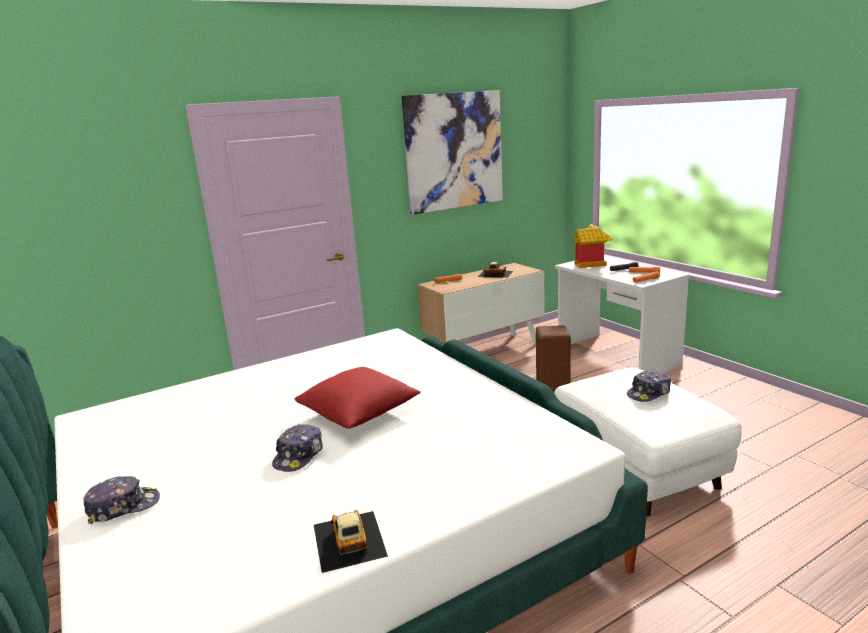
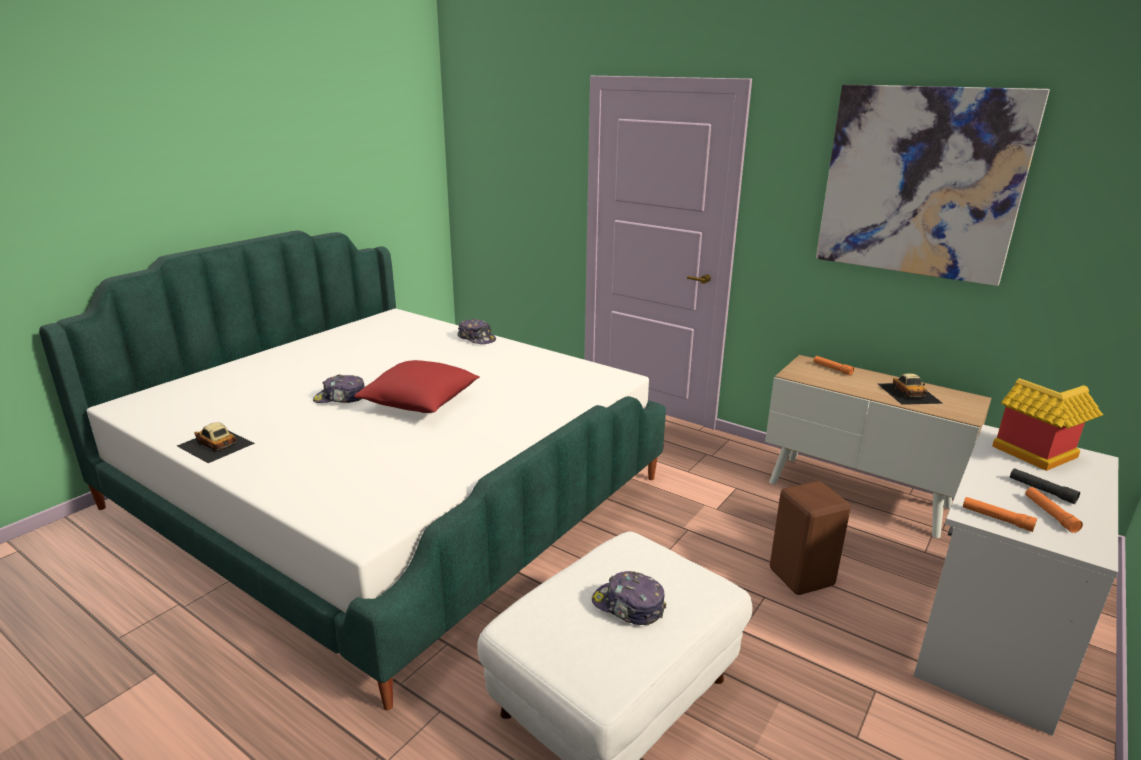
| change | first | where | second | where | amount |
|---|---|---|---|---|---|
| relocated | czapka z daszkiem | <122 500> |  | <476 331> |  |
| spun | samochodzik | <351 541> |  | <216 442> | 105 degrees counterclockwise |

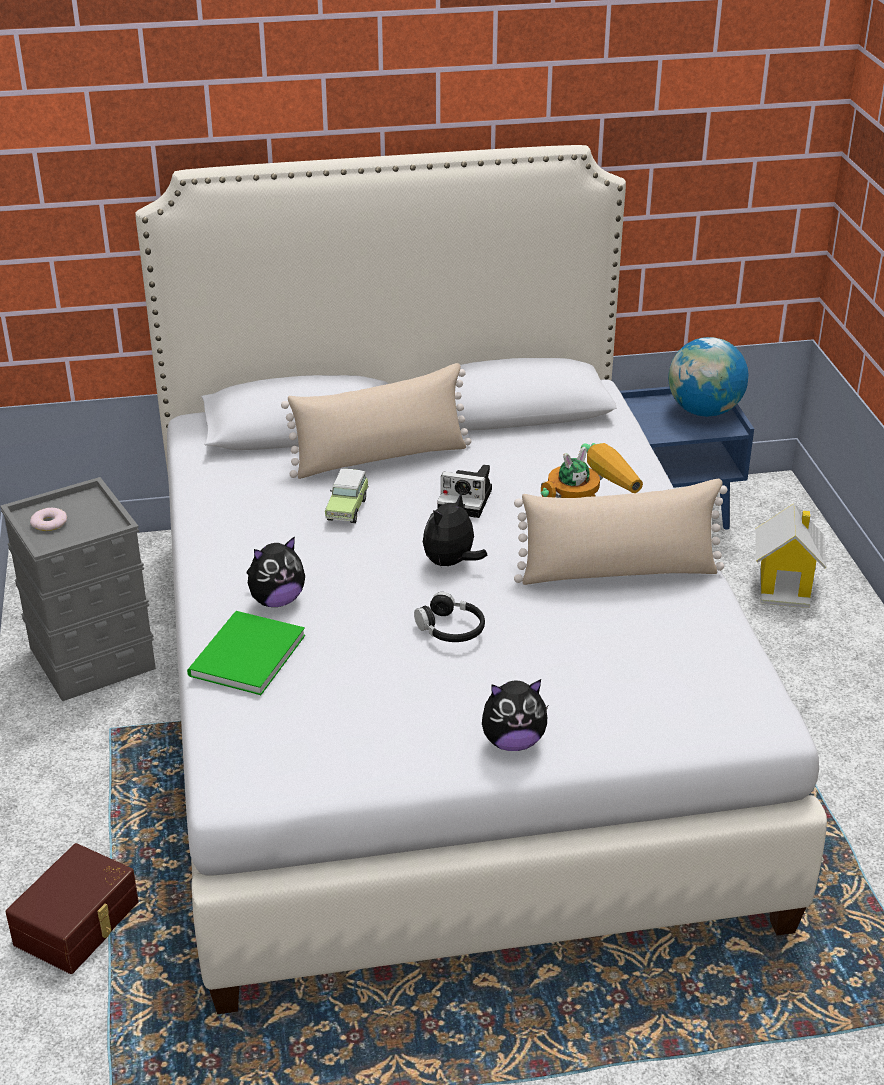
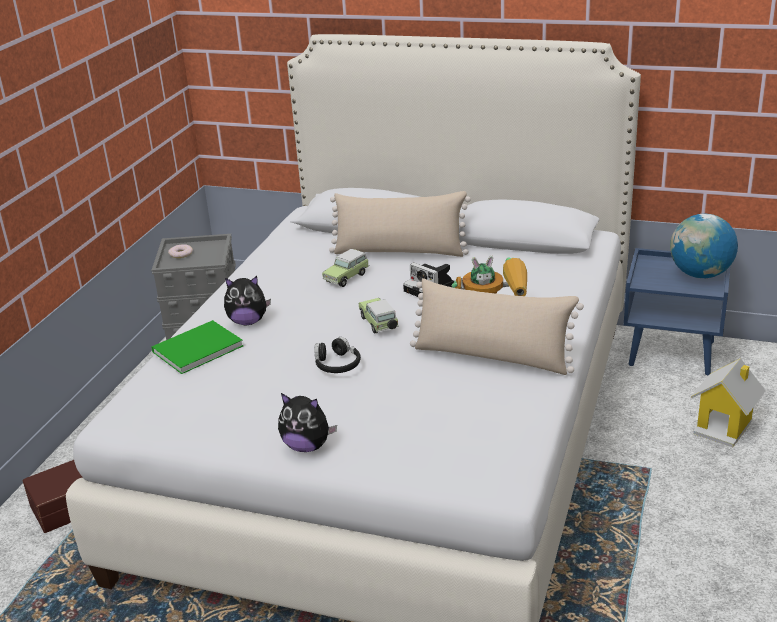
| change | first | where | second | where | amount |
|---|---|---|---|---|---|
| exchanged | pluszak | <455 529> | samochodzik | <379 316> |  |

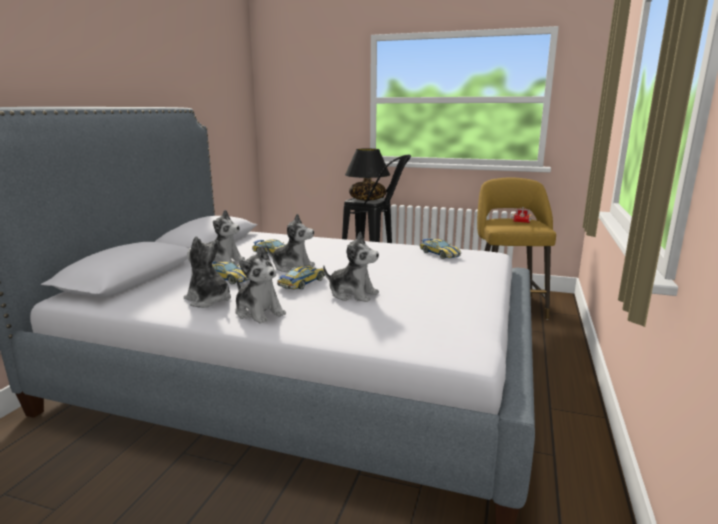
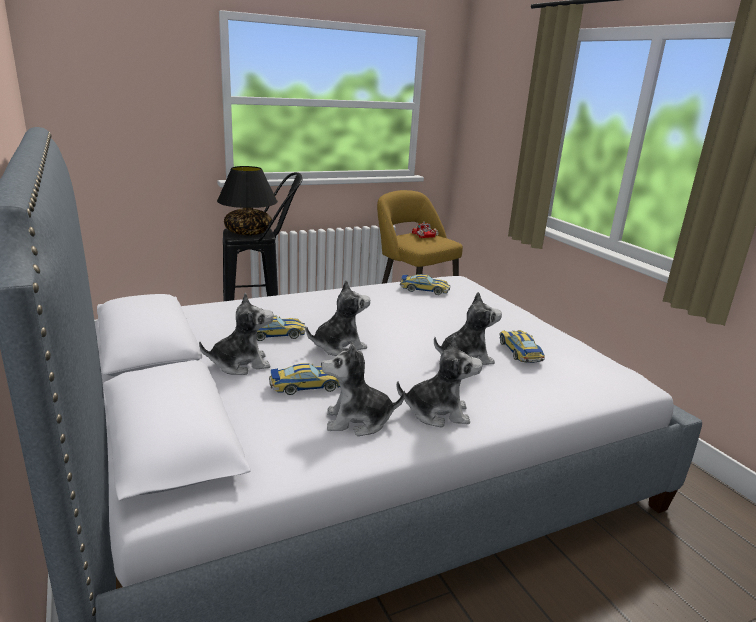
| change | first | where | second | where | amount |
|---|---|---|---|---|---|
| relocated | samochodzik | <301 277> |  | <522 346> |  |

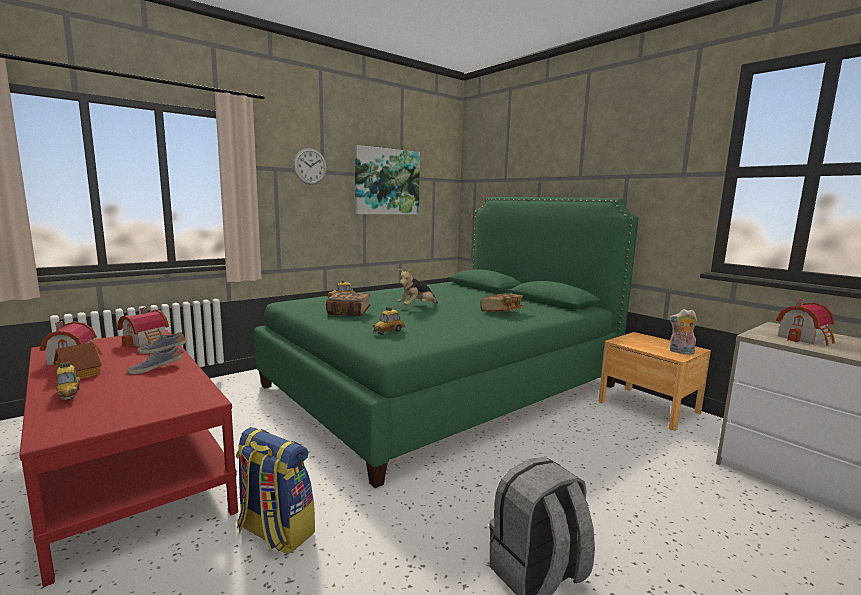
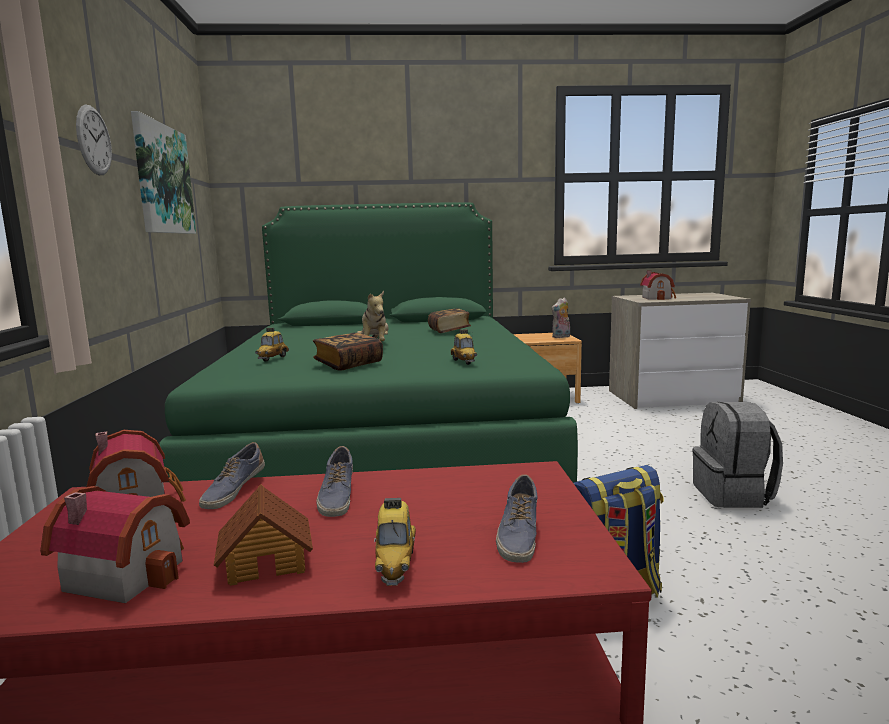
| change | first | where | second | where | amount |
|---|---|---|---|---|---|
| spun | samochodzik | <67 381> |  | <395 542> | 90 degrees clockwise |
| appeared |  |  | but | <516 518> |  |

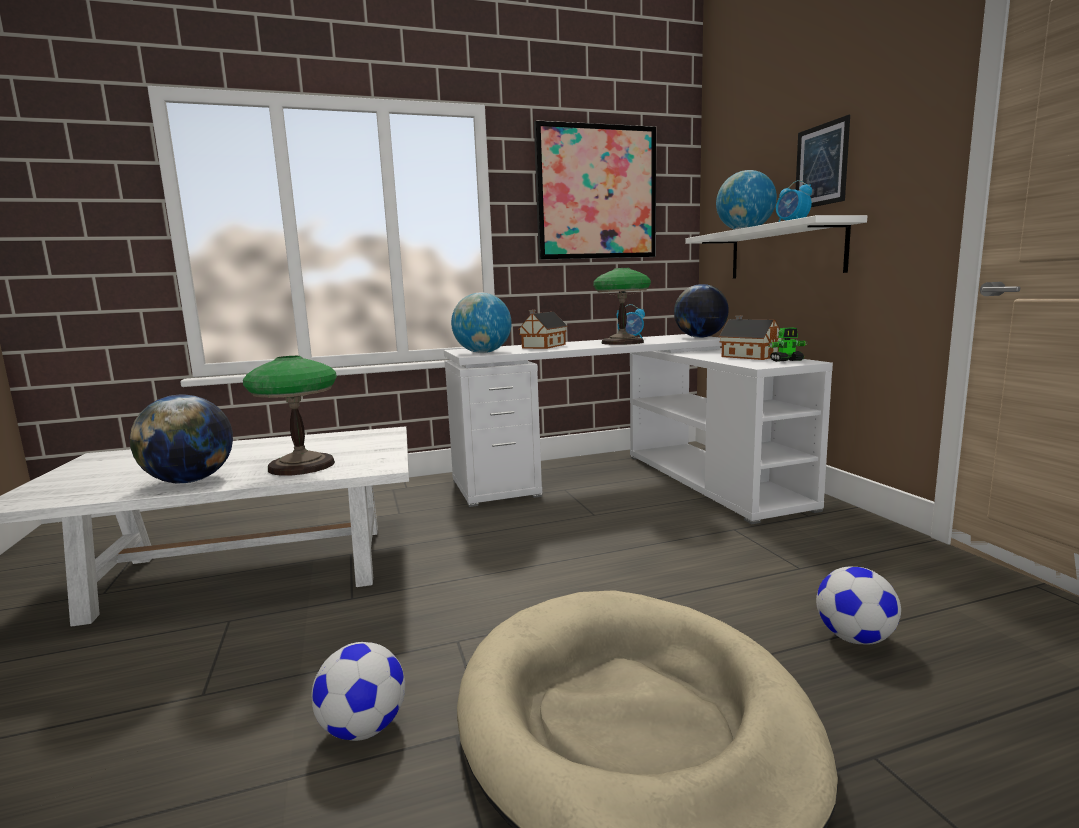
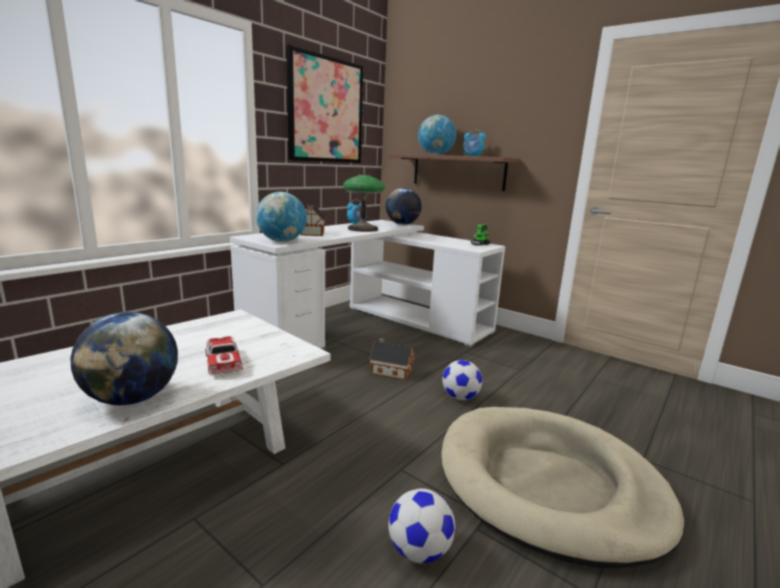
| change | first | where | second | where | amount |
|---|---|---|---|---|---|
| missing | obraz | <823 161> |  |  |  |
| colour | półka (biały) | <776 247> | półka (brązowy) | <454 172> |  |
| relocated | domek | <750 337> |  | <392 359> |  |
| exchanged | lampa stołowa | <290 416> | samochodzik | <224 355> |  |
| relocated | piłka futbolowa | <858 606> |  | <462 380> |  |

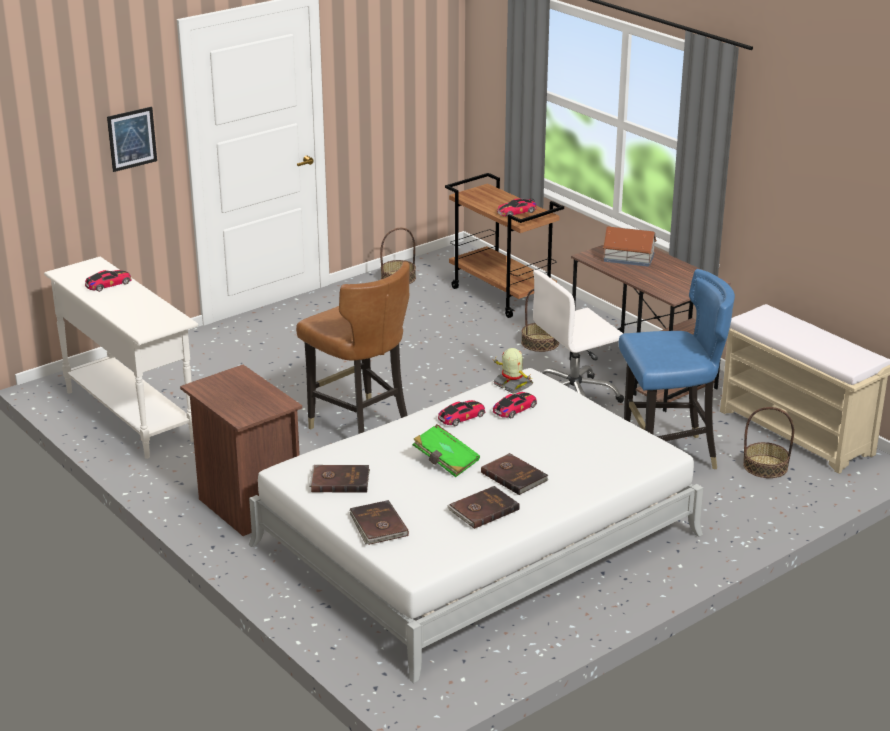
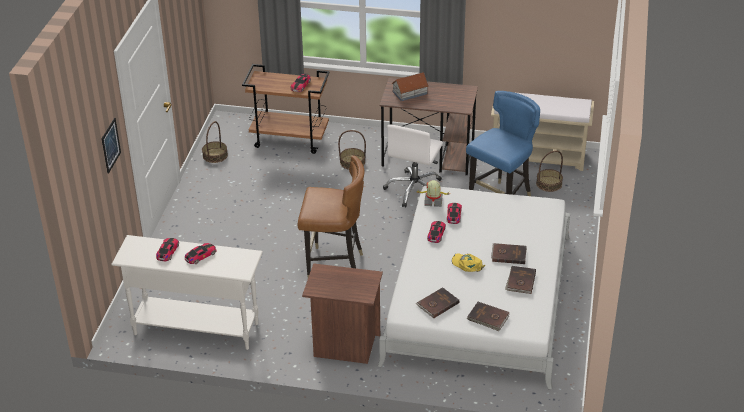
| change | first | where | second | where | amount |
|---|---|---|---|---|---|
| exchanged | książka (zielony) | <446 450> | czapka z daszkiem (żółty) | <468 262> |  |
| appeared |  |  | samochodzik | <200 253> |  |

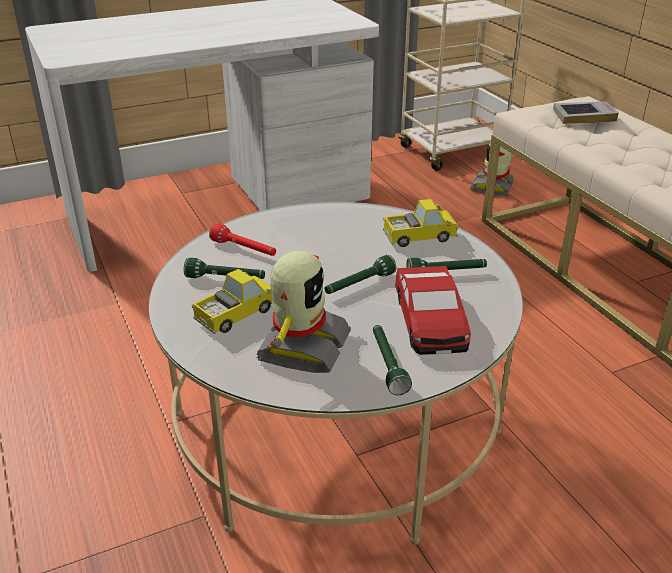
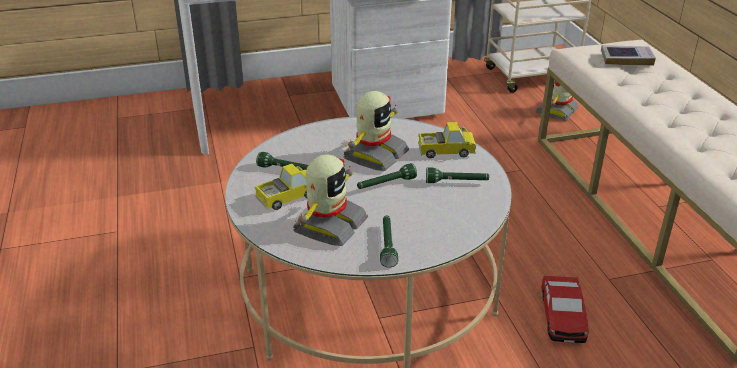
| change | first | where | second | where | amount |
|---|---|---|---|---|---|
| missing | latarka (czerwony) | <242 239> |  |  |  |
| relocated | samochodzik | <433 310> |  | <565 309> |  |
| appeared |  |  | robot zabawkowy | <376 131> |  |

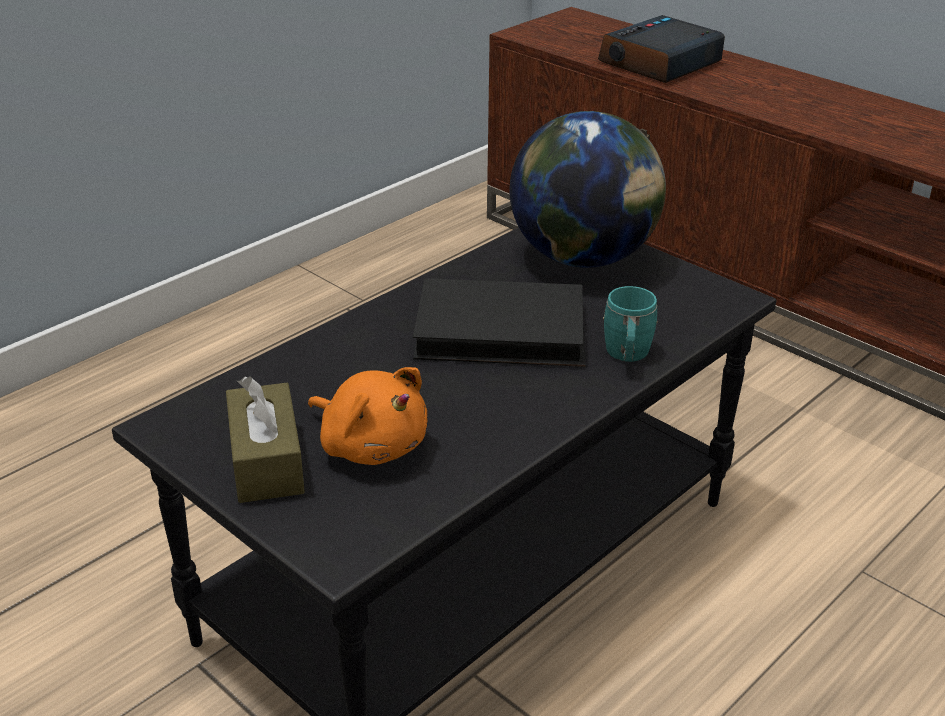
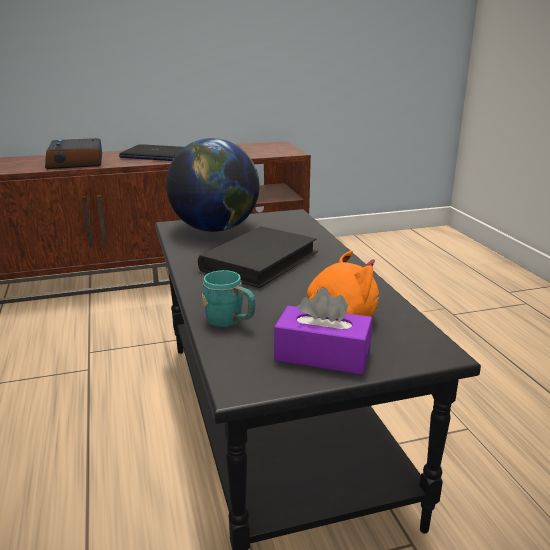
| change | first | where | second | where | amount |
|---|---|---|---|---|---|
| relocated | kubek (turkusowy) | <630 324> |  | <228 298> |  |
| colour | pudełko chusteczek (brązowy) | <265 440> | pudełko chusteczek (fioletowy) | <323 331> |  |
| appeared |  |  | laptop | <151 152> |  |

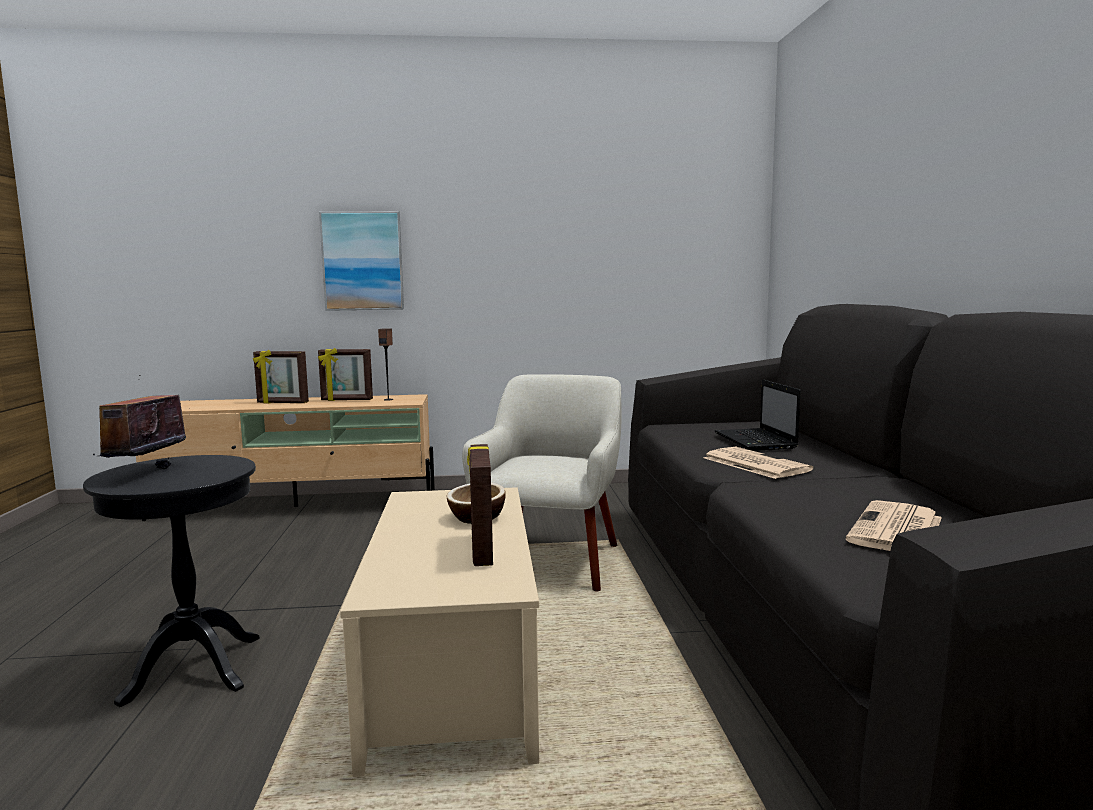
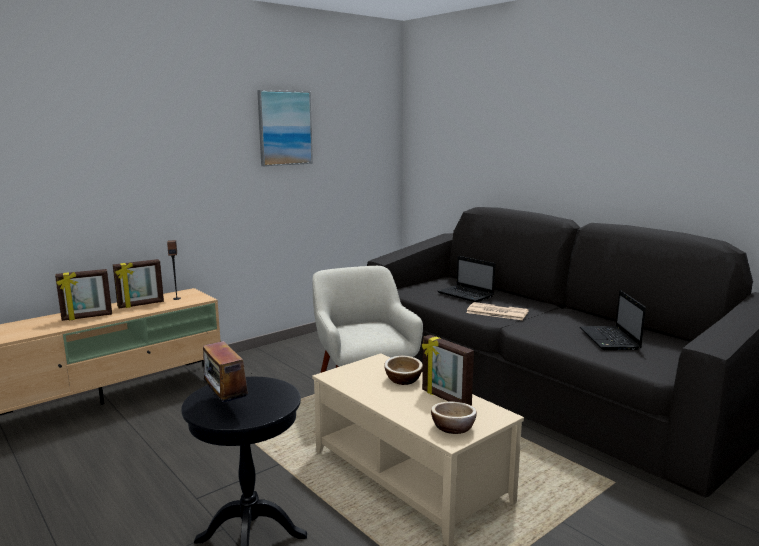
| change | first | where | second | where | amount |
|---|---|---|---|---|---|
| relocated | obraz | <361 261> |  | <285 128> |  |
| exchanged | gazeta | <894 525> | laptop | <613 320> |  |
| appeared |  |  | miska | <454 418> |  |

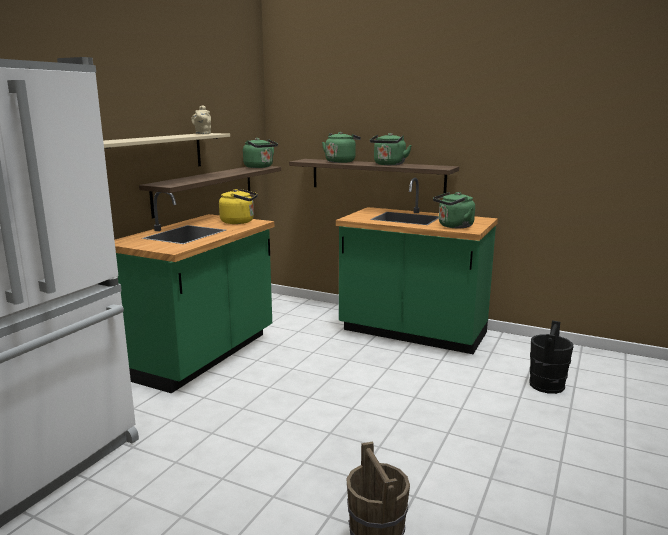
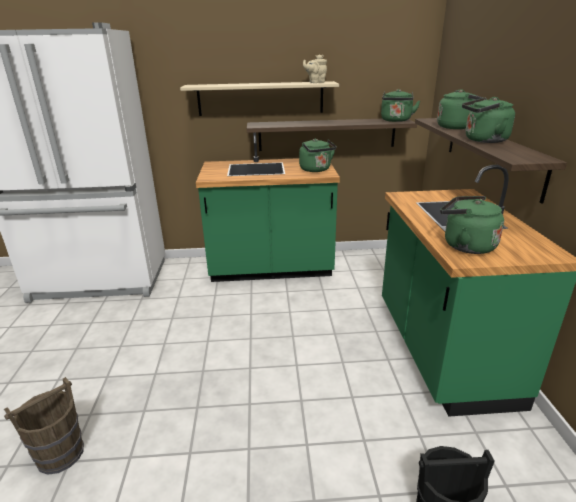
| change | first | where | second | where | amount |
|---|---|---|---|---|---|
| colour | czajnik (żółty) | <238 206> | czajnik (zielony) | <317 155> |  |

